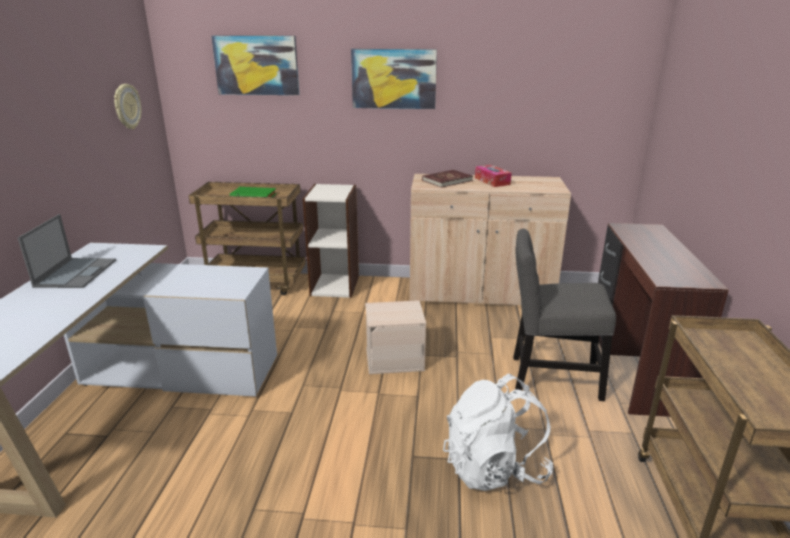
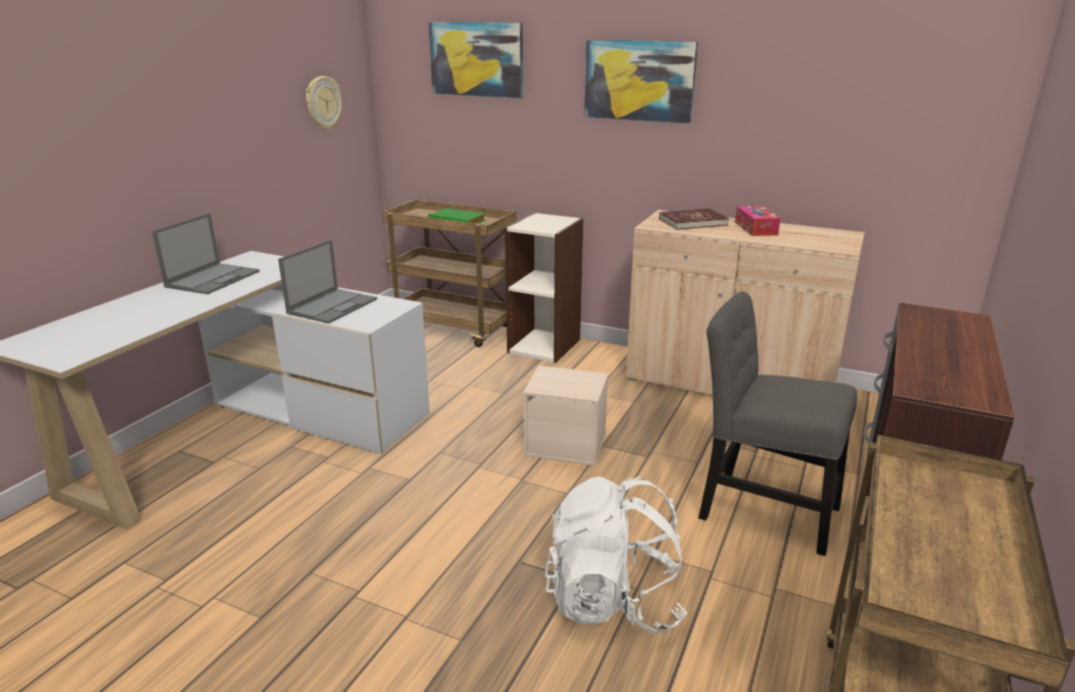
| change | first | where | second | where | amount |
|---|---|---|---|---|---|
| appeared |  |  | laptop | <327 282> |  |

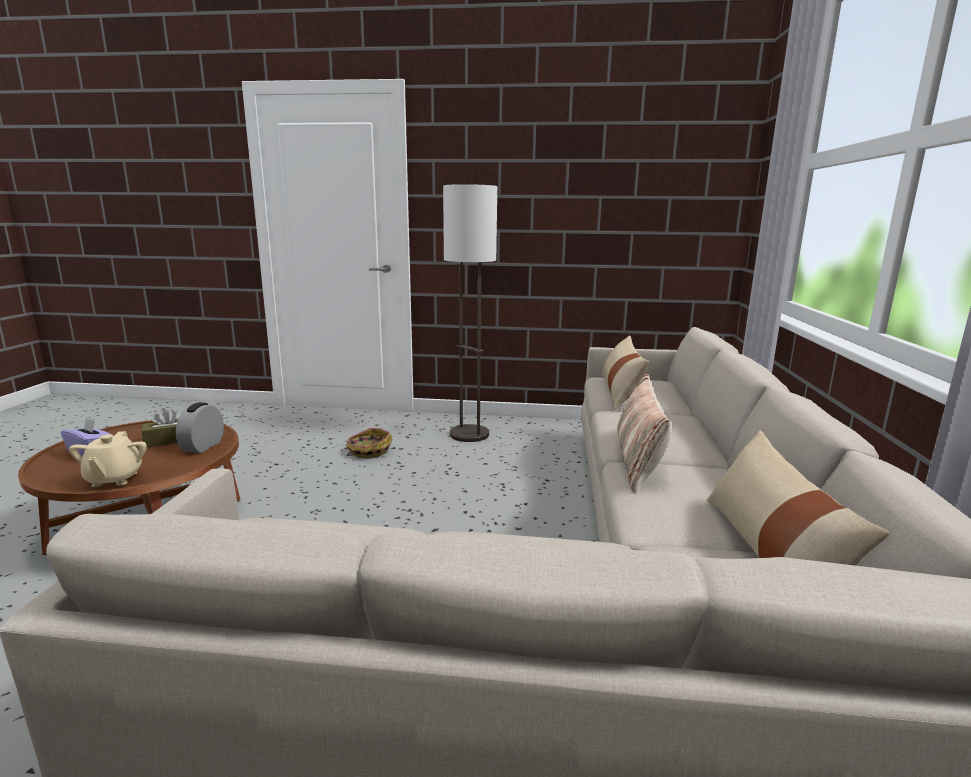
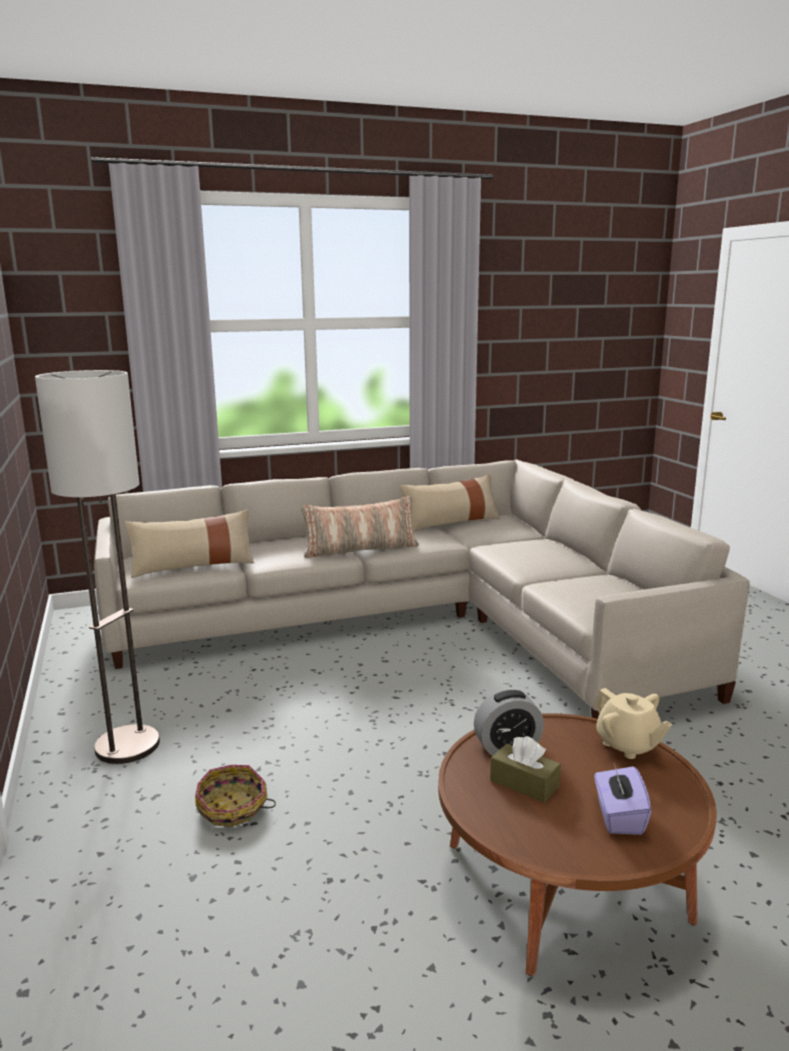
| change | first | where | second | where | amount |
|---|---|---|---|---|---|
| spun | imbryk (beżowy) | <108 459> |  | <633 723> | 90 degrees clockwise |

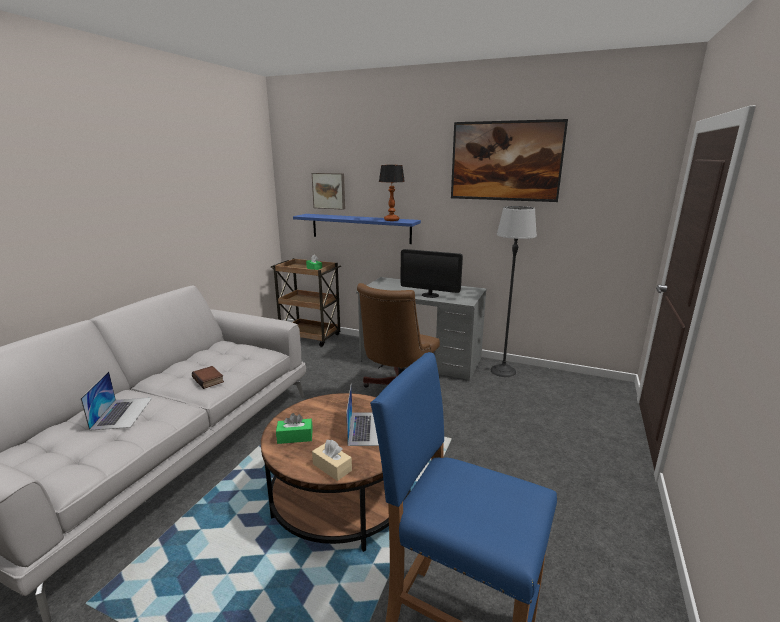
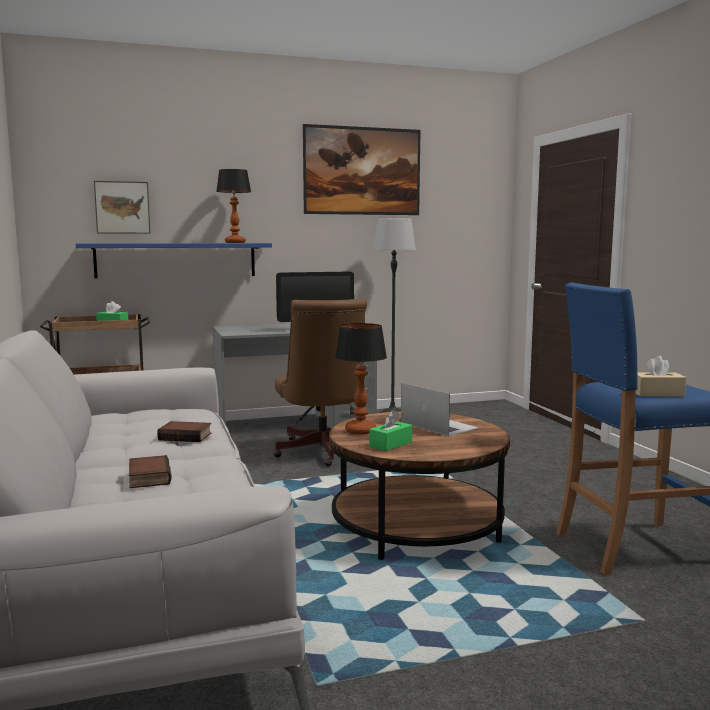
| change | first | where | second | where | amount |
|---|---|---|---|---|---|
| exchanged | laptop | <116 401> | książka | <150 471> |  |
| relocated | pudełko chusteczek (beżowy) | <332 460> |  | <661 376> |  |
| appeared |  |  | lampa stołowa | <361 379> |  |

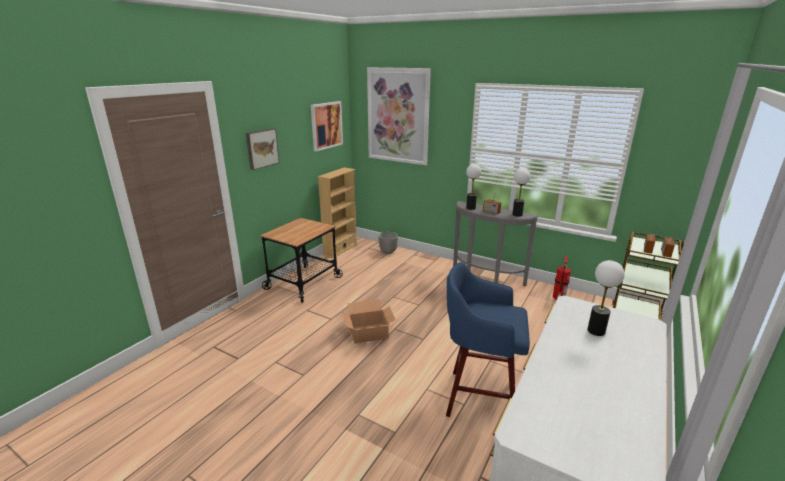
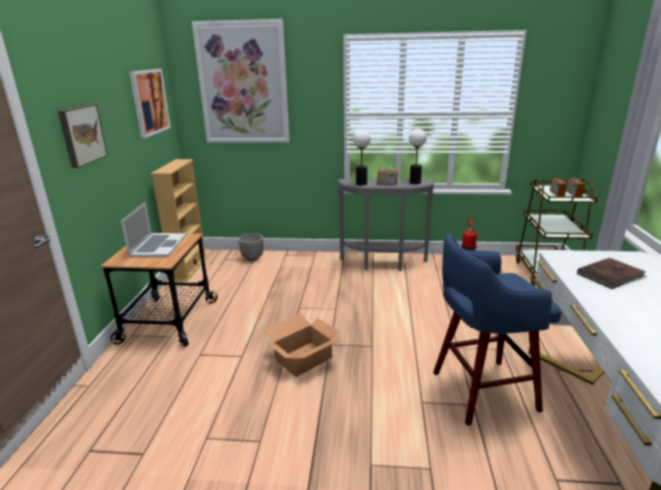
| change | first | where | second | where | amount |
|---|---|---|---|---|---|
| exchanged | lampa stołowa | <606 298> | książka (brązowy) | <612 273> |  |
| appeared |  |  | laptop | <153 229> |  |

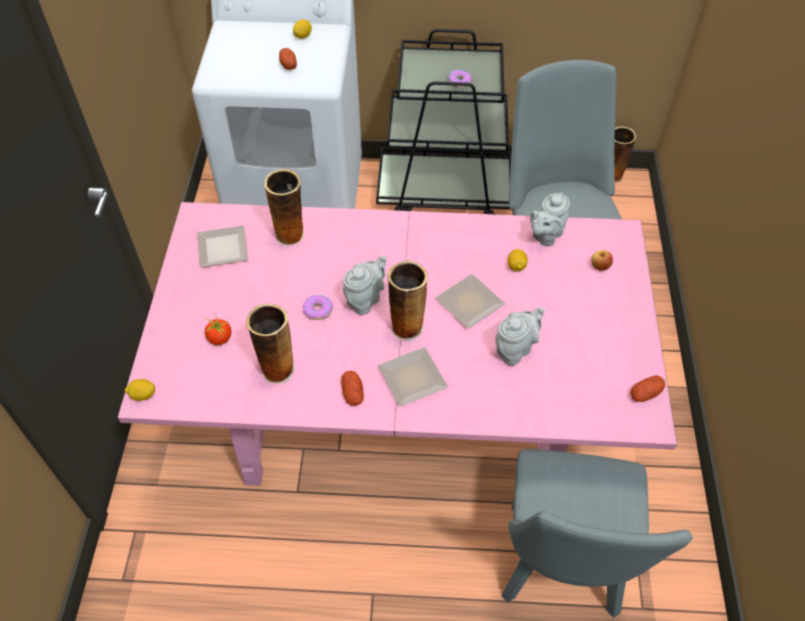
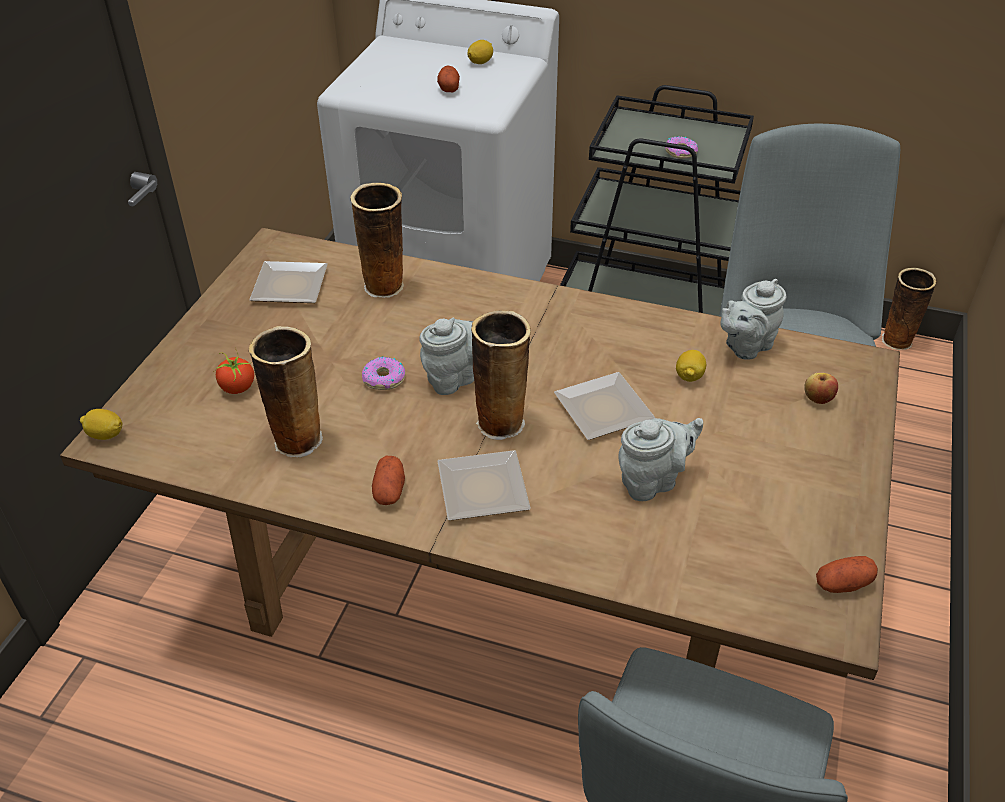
| change | first | where | second | where | amount |
|---|---|---|---|---|---|
| colour | stół jadalny (różowy) | <397 344> | stół jadalny (brązowy) | <480 454> |  |

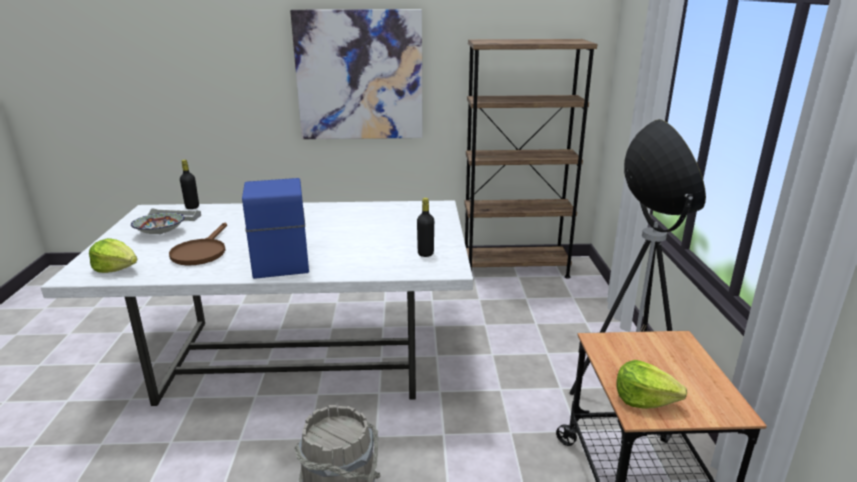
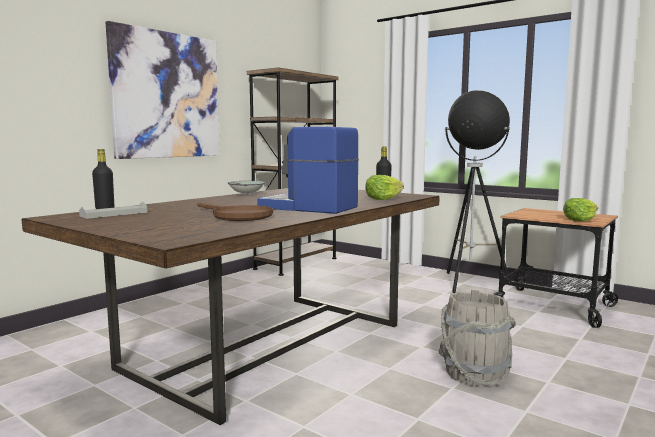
| change | first | where | second | where | amount |
|---|---|---|---|---|---|
| colour | stół jadalny (biały) | <257 303> | stół jadalny (brązowy) | <230 306> |  |
| relocated | miska | <158 223> |  | <246 188> |  |
| relocated | sałata | <113 255> |  | <384 187> |  |

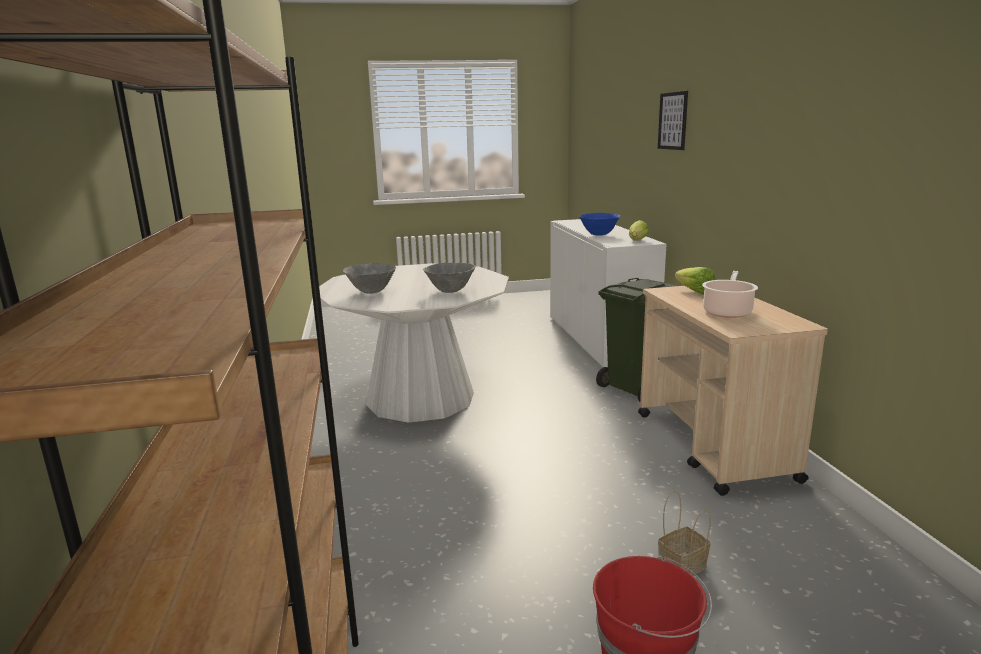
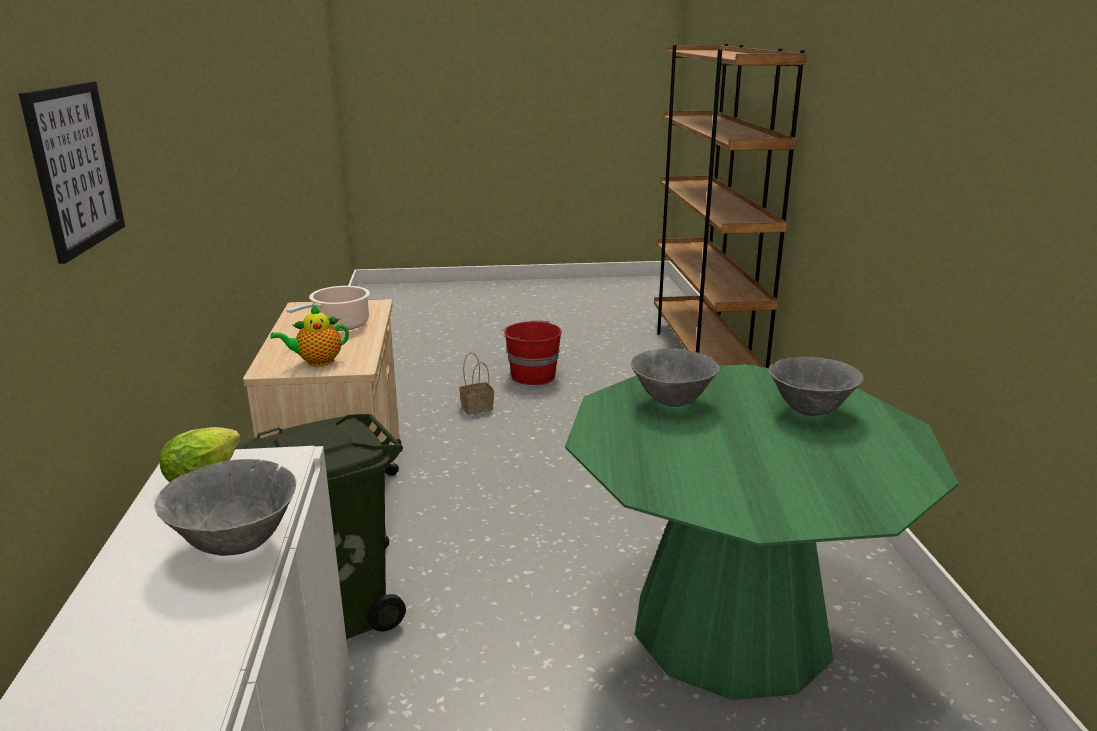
| change | first | where | second | where | amount |
|---|---|---|---|---|---|
| colour | miska (niebieski) | <599 224> | miska (szary) | <225 507> |  |
| colour | stół jadalny (biały) | <414 343> | stół jadalny (zielony) | <761 532> |  |
| exchanged | sałata | <695 280> | imbryk | <309 336> |  |

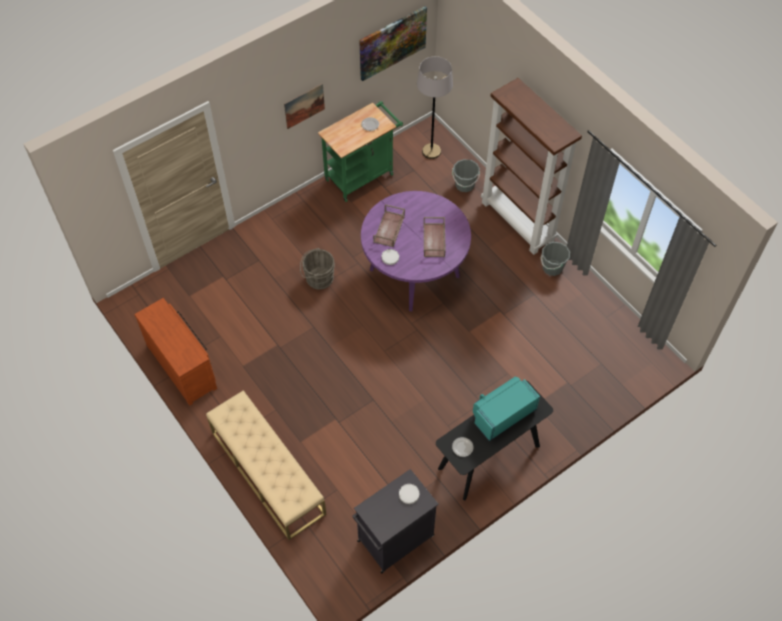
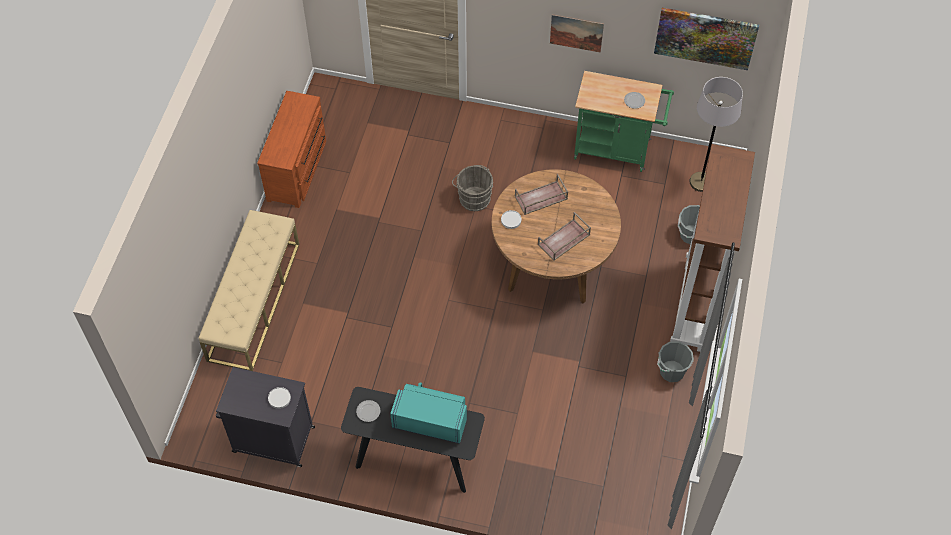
| change | first | where | second | where | amount |
|---|---|---|---|---|---|
| colour | stół jadalny (fioletowy) | <416 251> | stół jadalny (brązowy) | <556 236> |  |

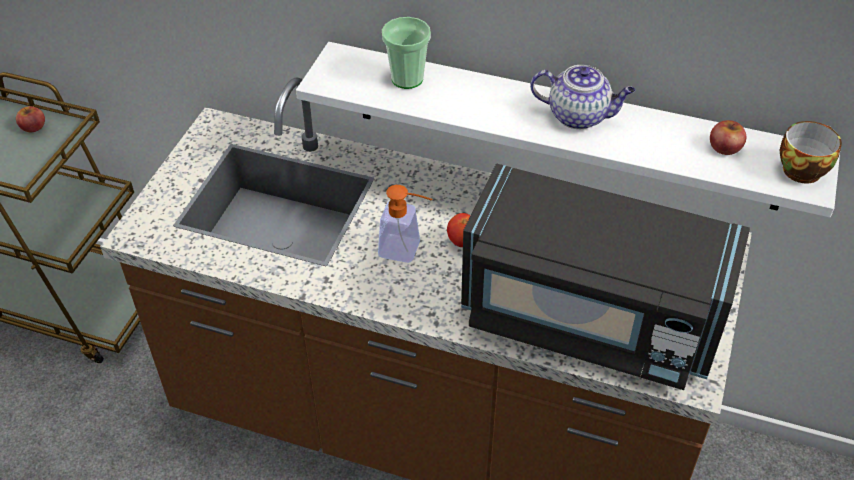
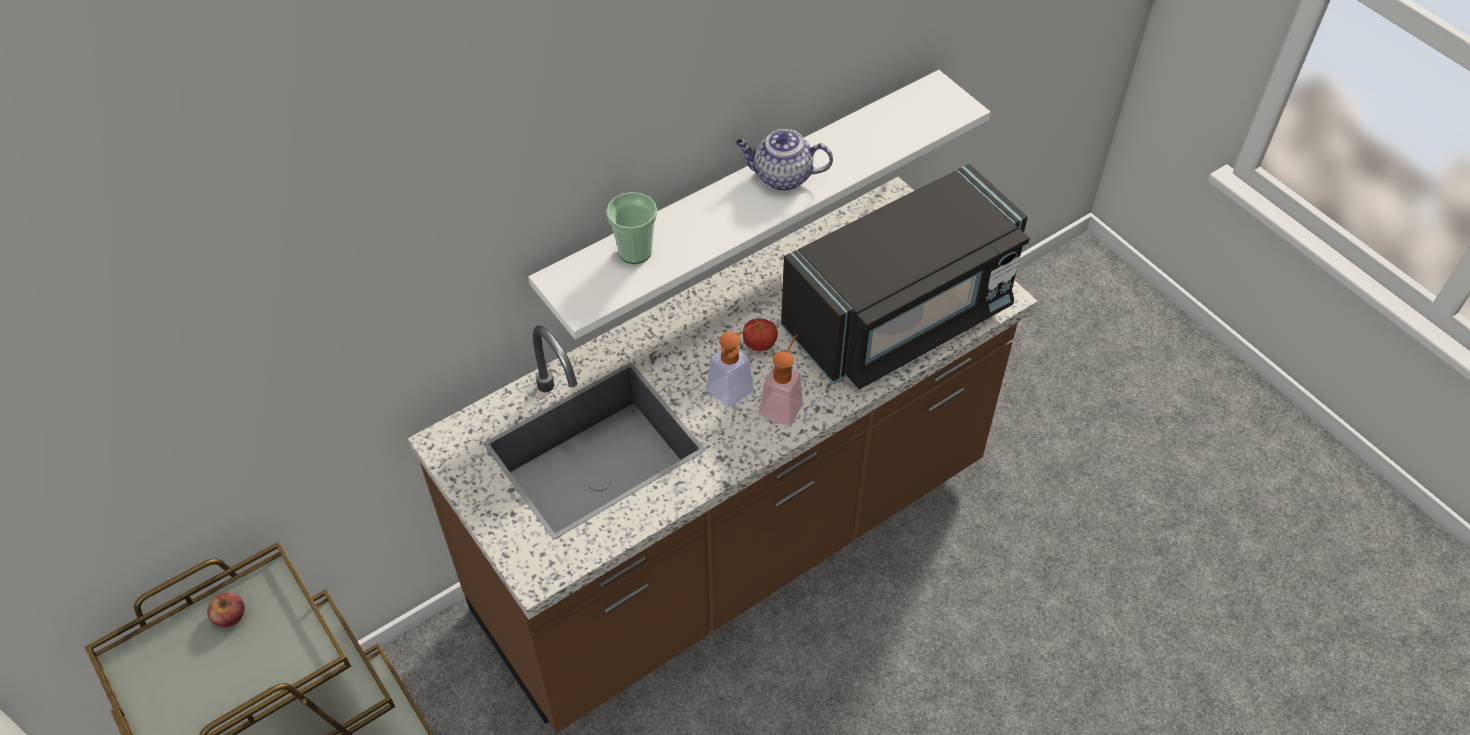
| change | first | where | second | where | amount |
|---|---|---|---|---|---|
| spun | imbryk | <582 97> |  | <784 160> | 135 degrees counterclockwise |
| missing | jabłko | <728 137> |  |  |  |
| missing | filiżanka | <811 152> |  |  |  |
| appeared |  |  | dozownik mydła | <781 380> |  |

